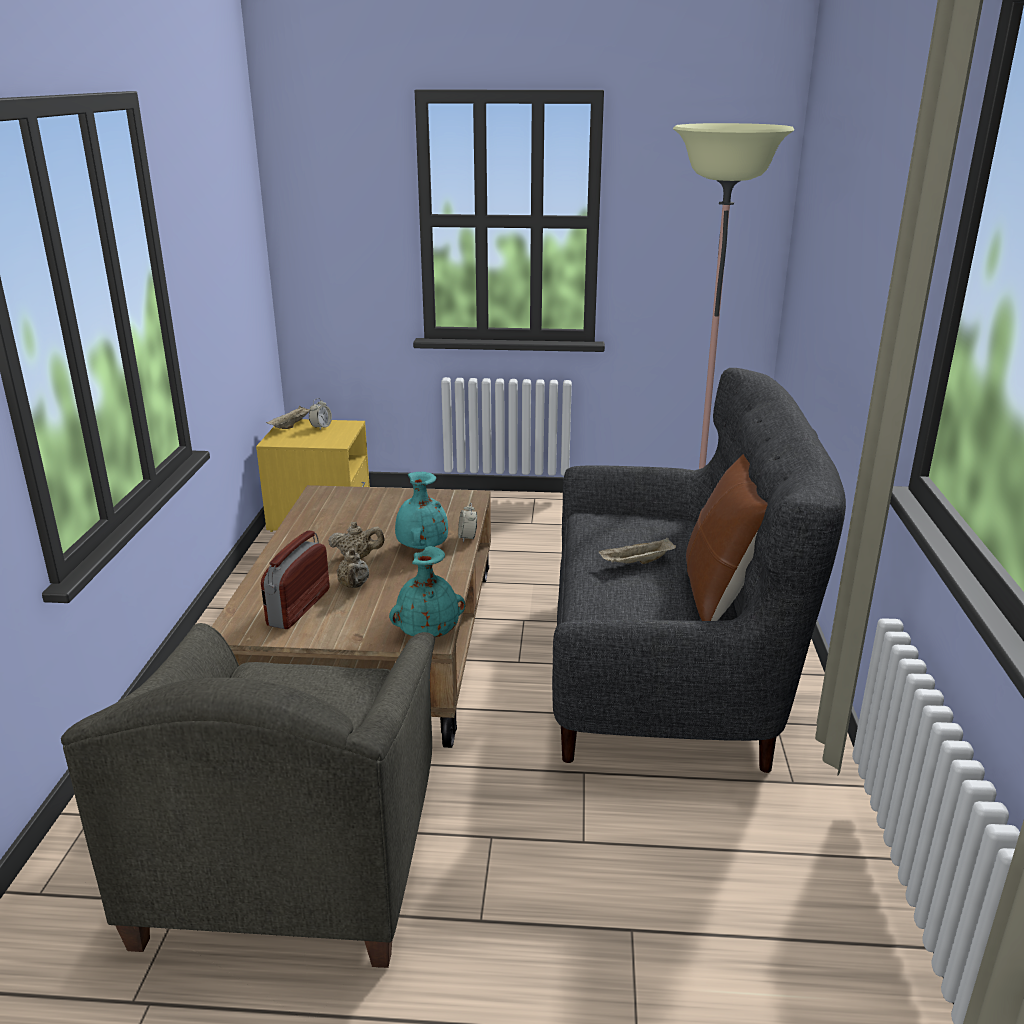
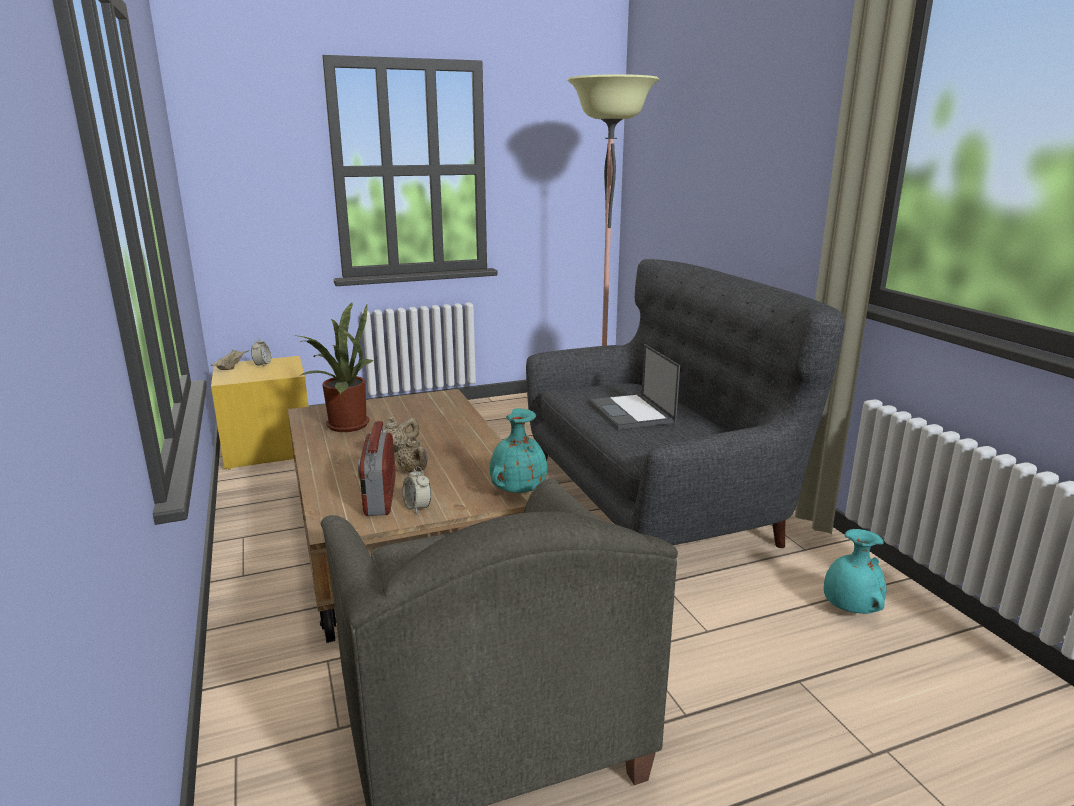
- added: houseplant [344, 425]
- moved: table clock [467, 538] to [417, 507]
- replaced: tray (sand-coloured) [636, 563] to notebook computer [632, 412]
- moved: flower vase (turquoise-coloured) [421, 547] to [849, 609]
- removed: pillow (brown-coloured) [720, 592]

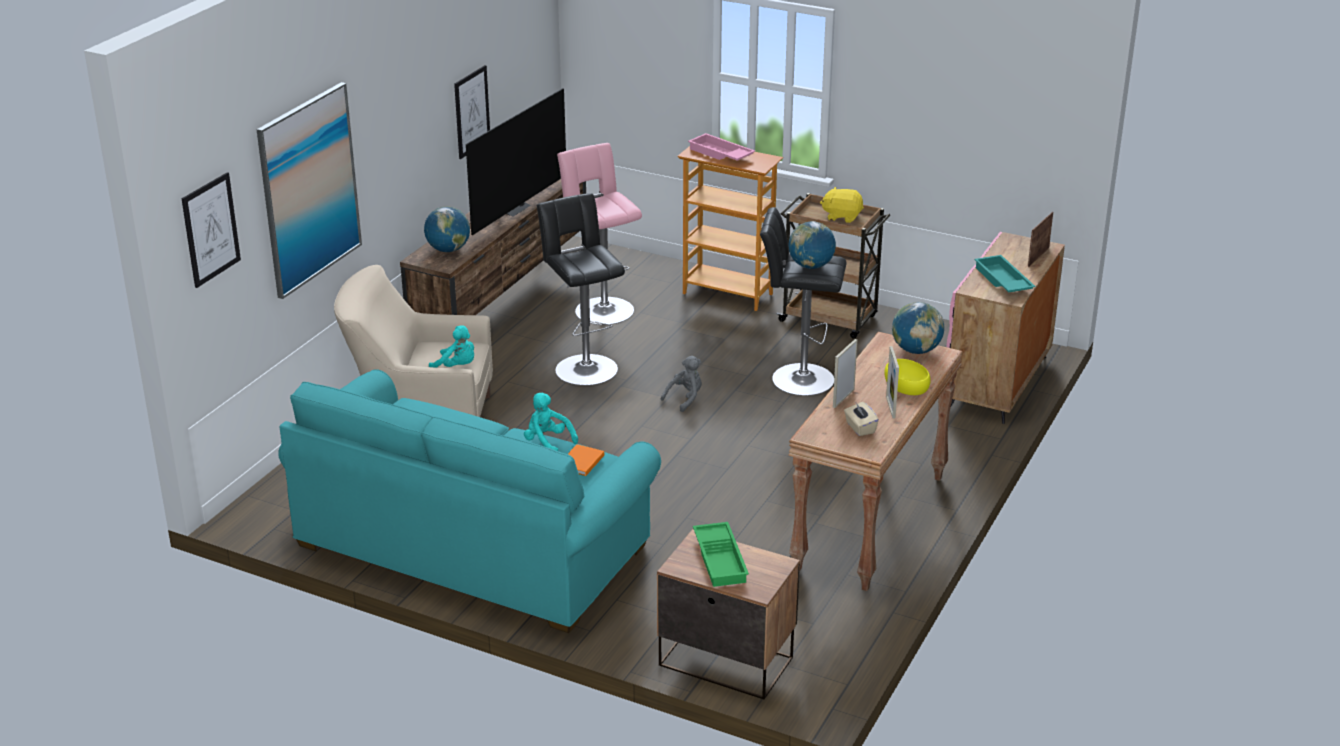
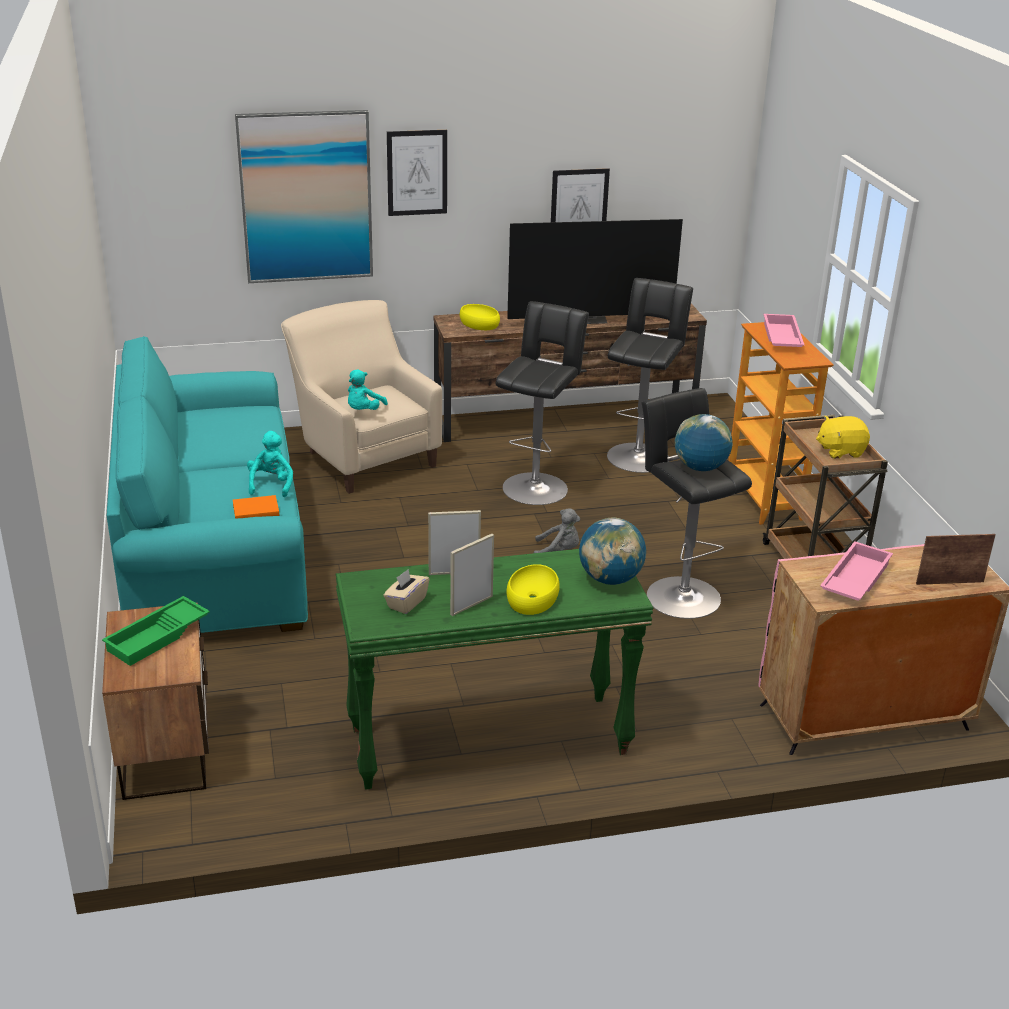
- recoloured: console table (brown-coloured) [871, 523] to console table (green) [488, 742]
- turned: cuddly toy (turquoise-coloured) [457, 367] = [363, 411] 45 degrees clockwise
- moved: wall picture [211, 229] to [417, 172]
- replaced: desk globe [448, 250] to serving bowl (yellowish) [480, 323]
- recoloured: stool (pinkish) [602, 309] to stool (black) [639, 455]
- turned: cuddly toy (yellowish) [842, 216] = [840, 451] 75 degrees counterclockwise
- recoloured: tray (turquoise-coloured) [1002, 281] to tray (pinkish) [854, 579]

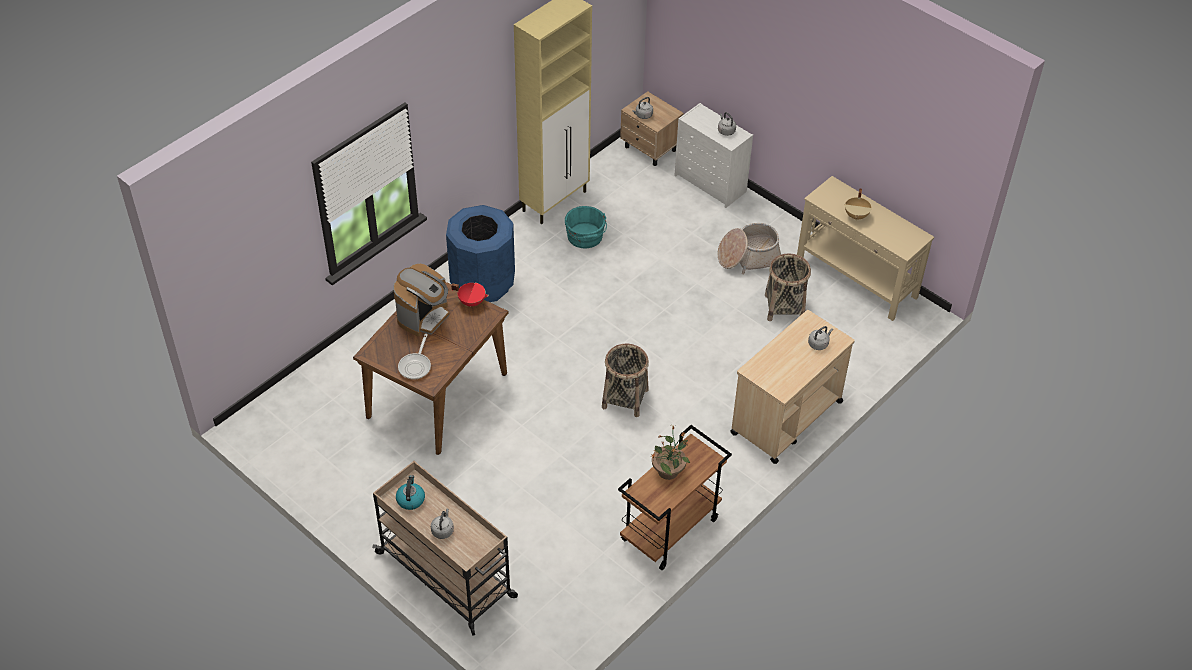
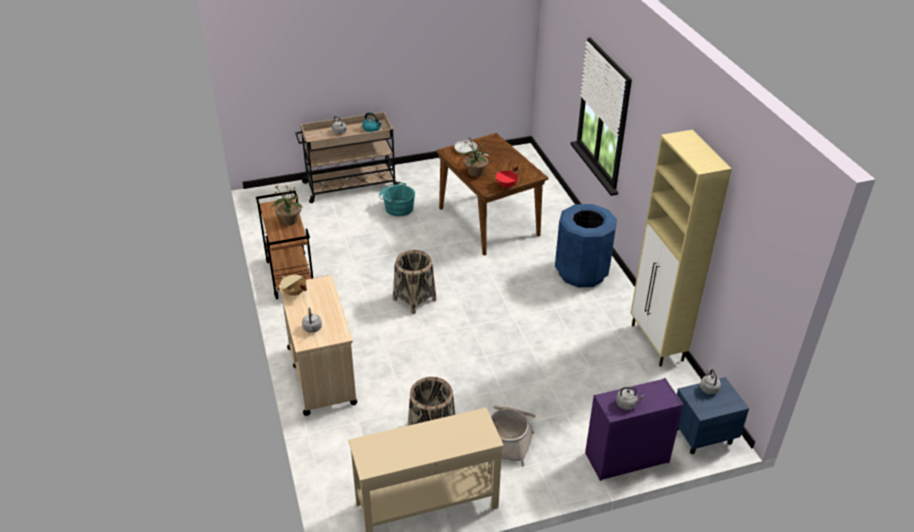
- moved: saucepot (sand-coloured) [856, 215] to [294, 293]
- moved: water bucket (turquoise-coloured) [585, 237] to [397, 208]
- added: houseplant [475, 173]
- recoloured: drawer chest (white) [711, 184] to drawer chest (purple-coloured) [626, 458]
- recoloured: bedside table (sand-coloured) [650, 149] to bedside table (blue-coloured) [702, 435]
- removed: coffee machine [424, 316]

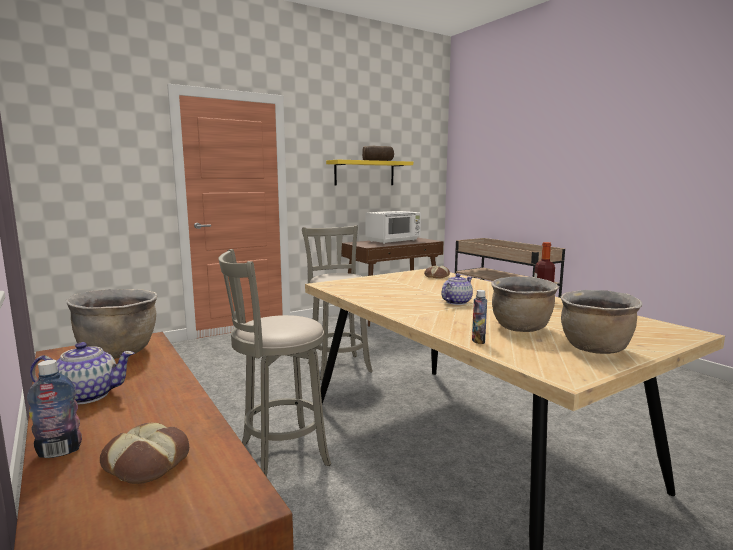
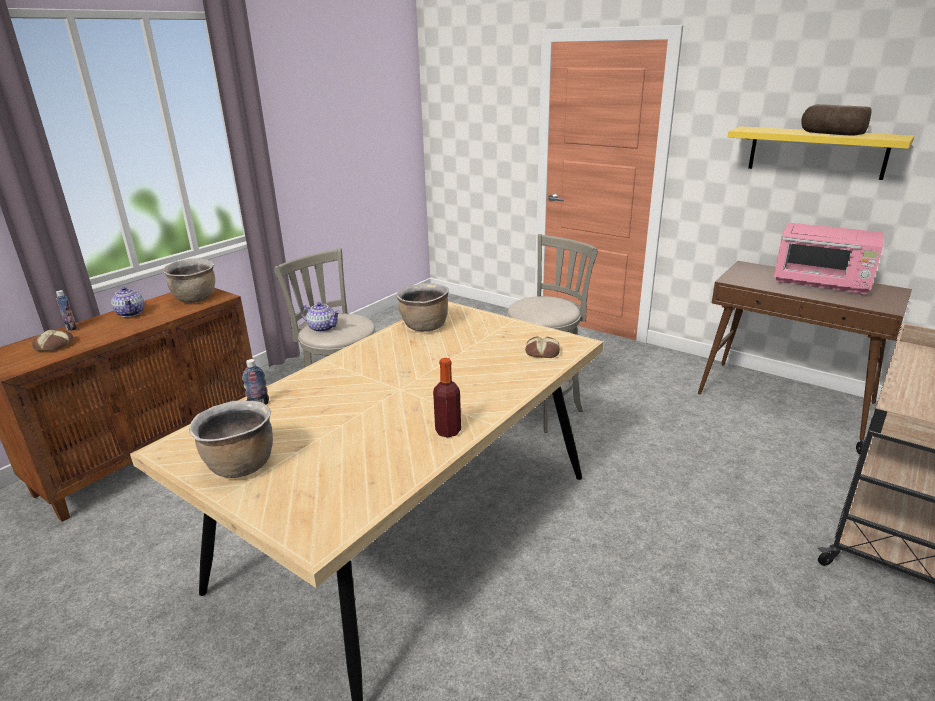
- moved: tea pot [456, 302] to [322, 328]
- moved: saucepot (brown-coloured) [521, 328] to [424, 327]
- recoloured: kitchen microwave (white) [394, 241] to kitchen microwave (pinkish) [822, 284]

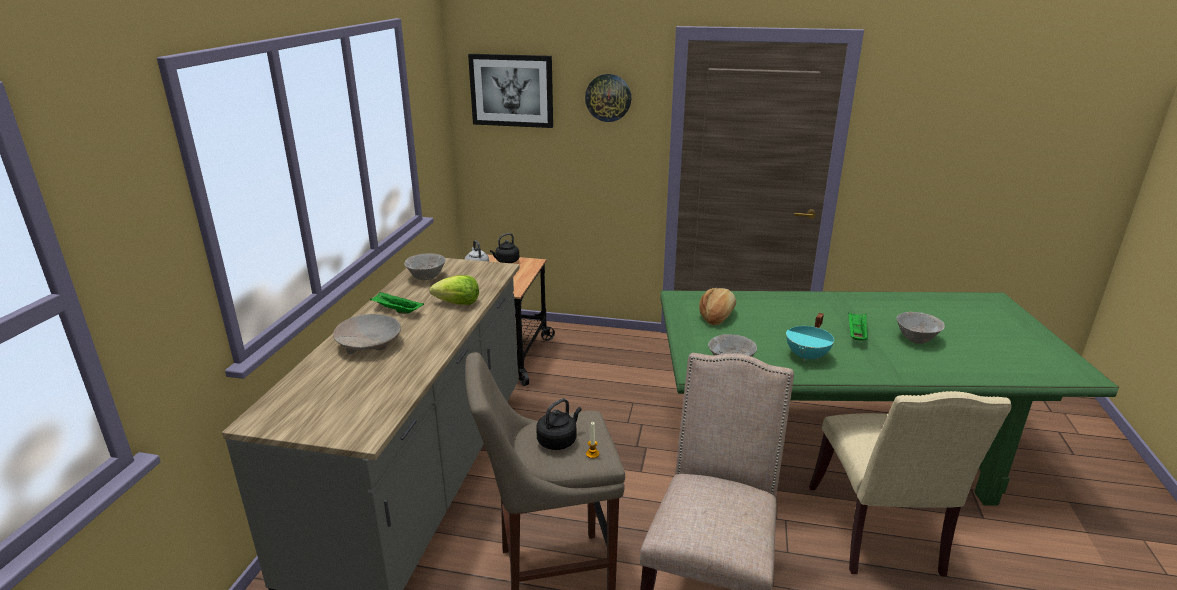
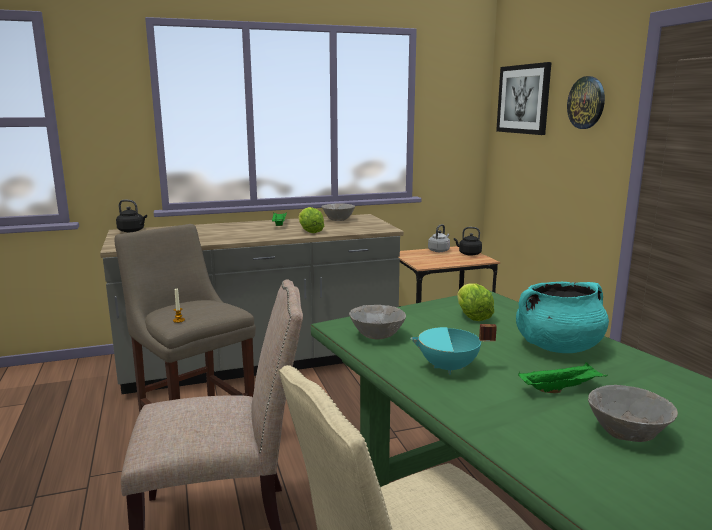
- moved: tea kettle (black) [558, 441] to [132, 231]
- replaced: bread [717, 316] to lettuce head [472, 316]
- added: saucepot (turquoise-coloured) [558, 347]
- removed: serving bowl (sand-coloured) [370, 344]

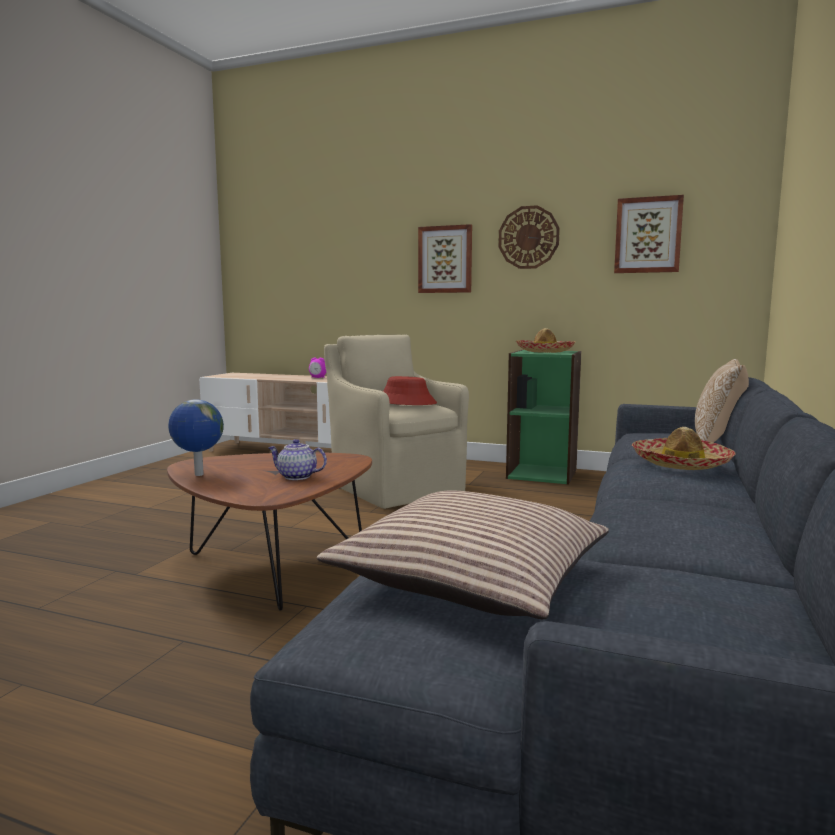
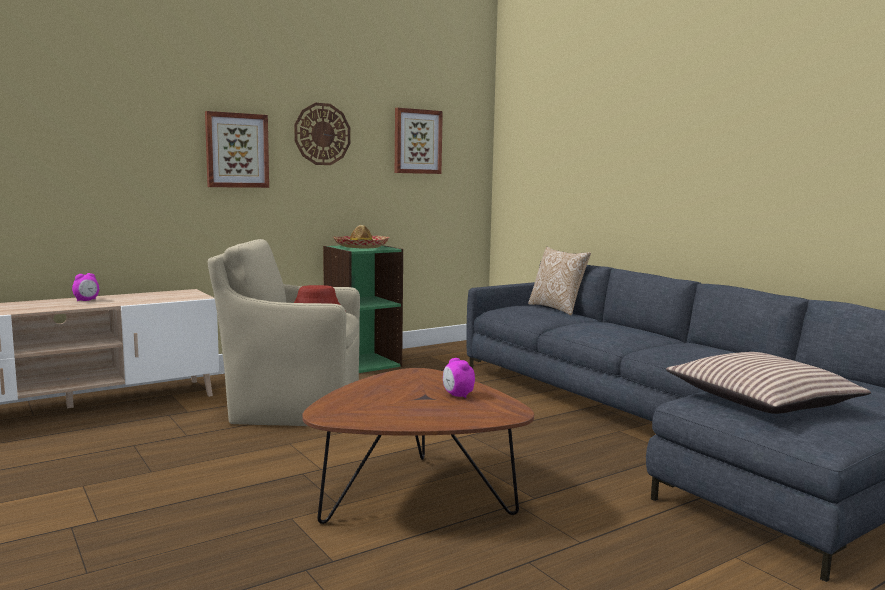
- replaced: tea pot [296, 477] to table clock [457, 395]
- removed: desk globe [198, 475]
- removed: hat [681, 464]

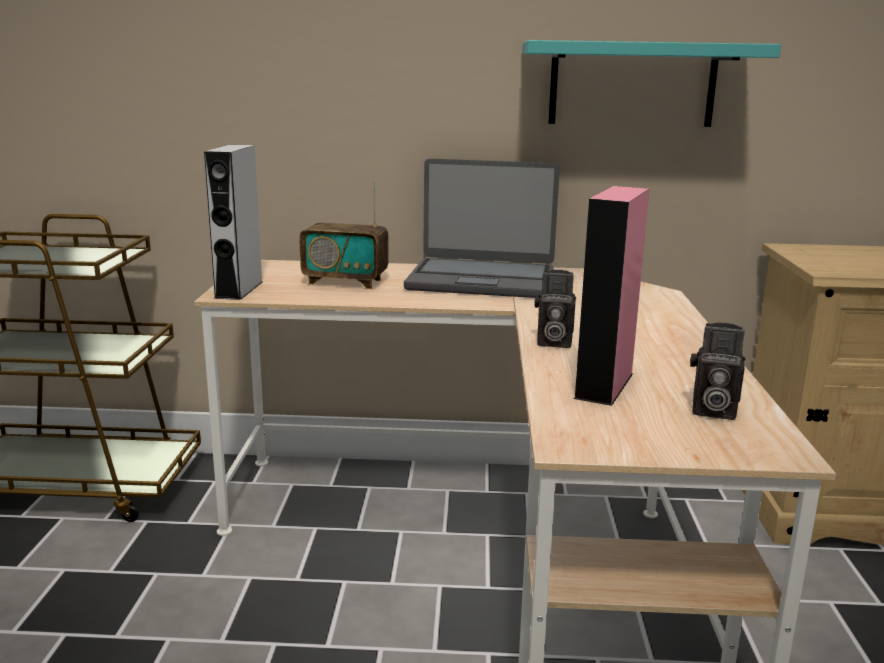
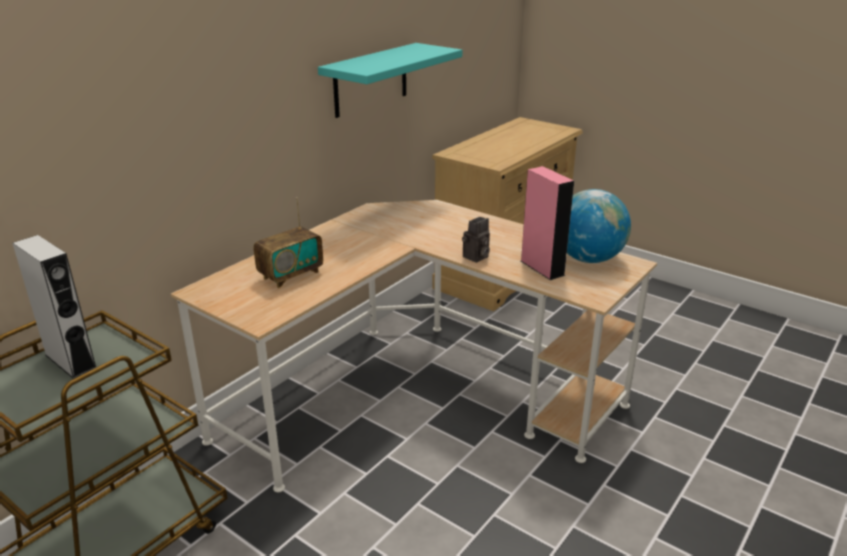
- moved: audio speaker (gray) [239, 289] to [70, 361]
- replaced: still camera [710, 410] to desk globe [588, 258]
- removed: notebook computer [482, 280]

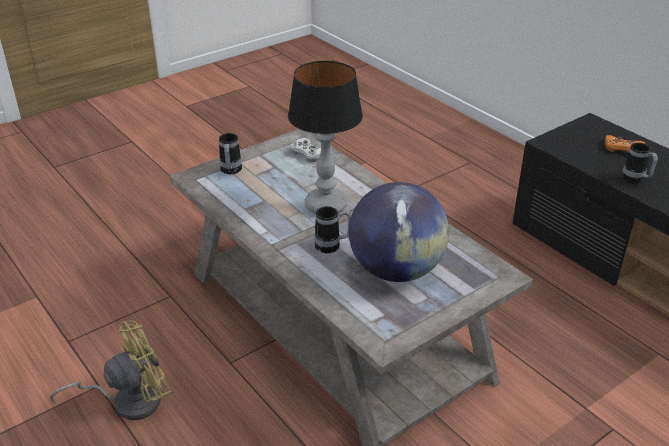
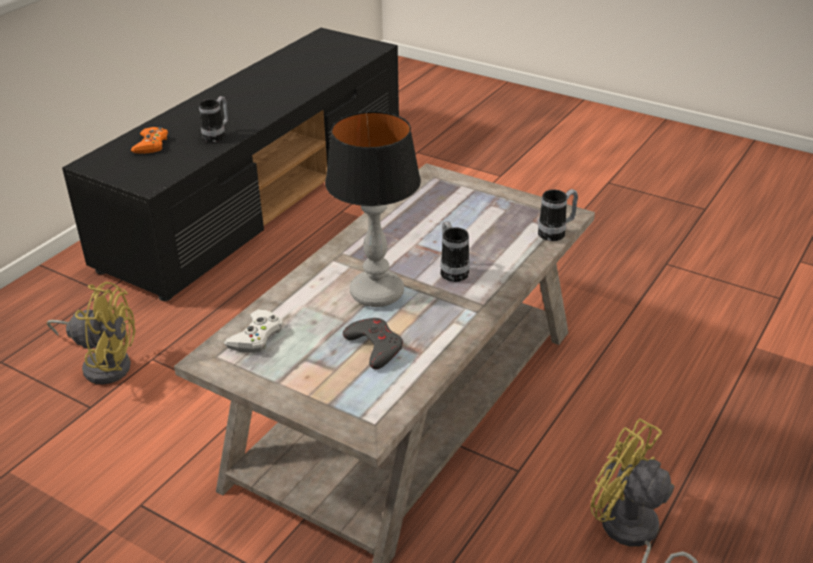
- added: electric fan (yellowish) [103, 363]
- added: joypad (gray) [375, 347]
- moved: mug [230, 171] to [556, 233]
- removed: desk globe [396, 270]

